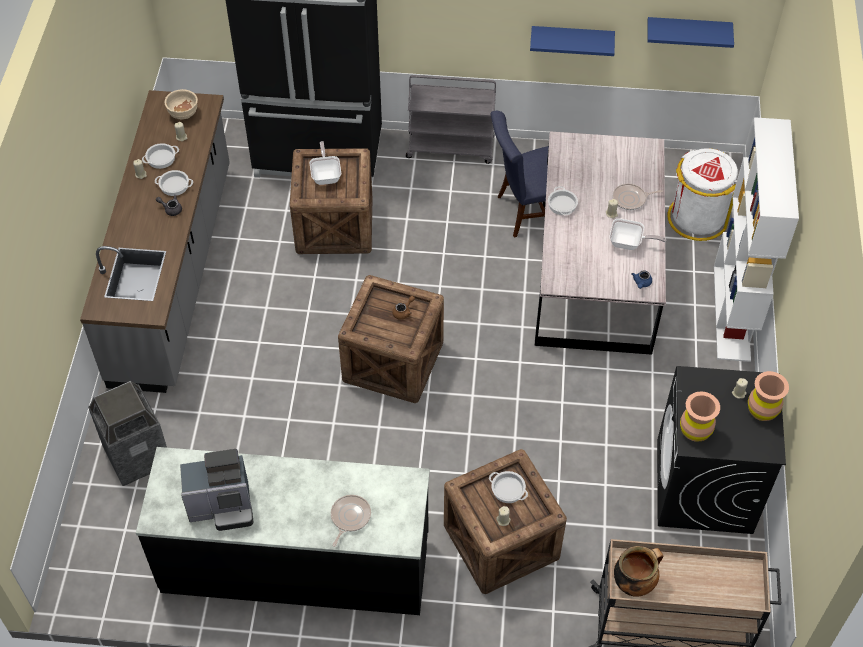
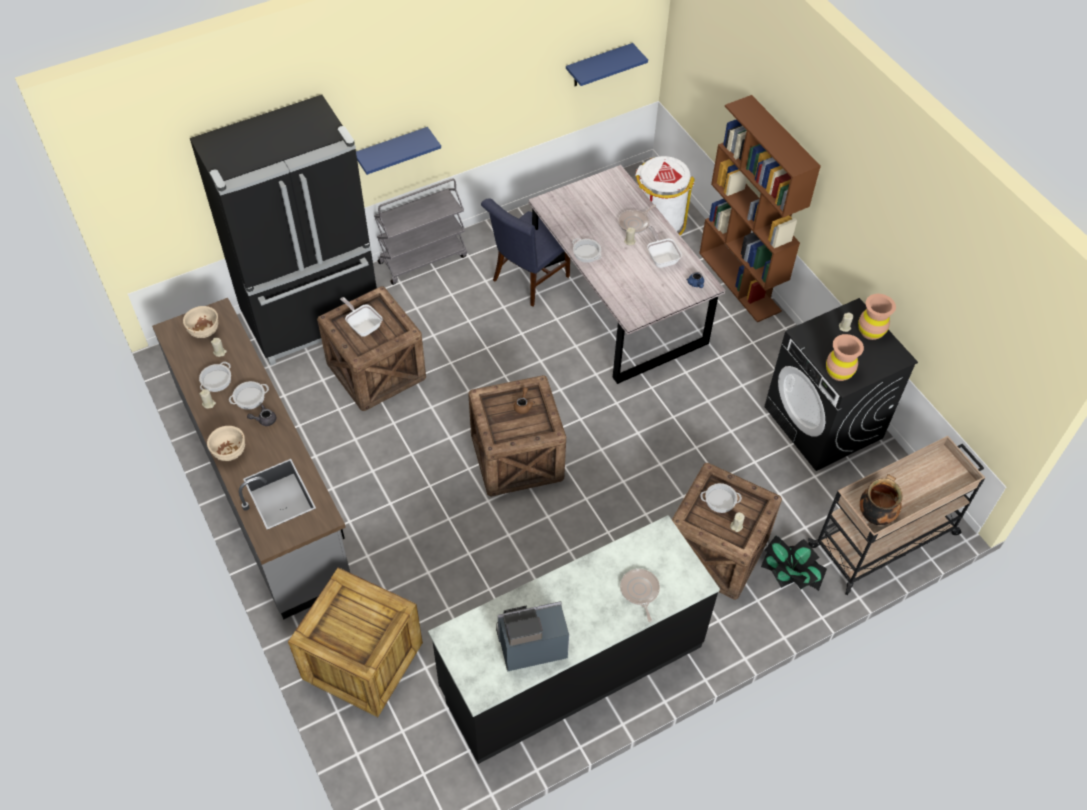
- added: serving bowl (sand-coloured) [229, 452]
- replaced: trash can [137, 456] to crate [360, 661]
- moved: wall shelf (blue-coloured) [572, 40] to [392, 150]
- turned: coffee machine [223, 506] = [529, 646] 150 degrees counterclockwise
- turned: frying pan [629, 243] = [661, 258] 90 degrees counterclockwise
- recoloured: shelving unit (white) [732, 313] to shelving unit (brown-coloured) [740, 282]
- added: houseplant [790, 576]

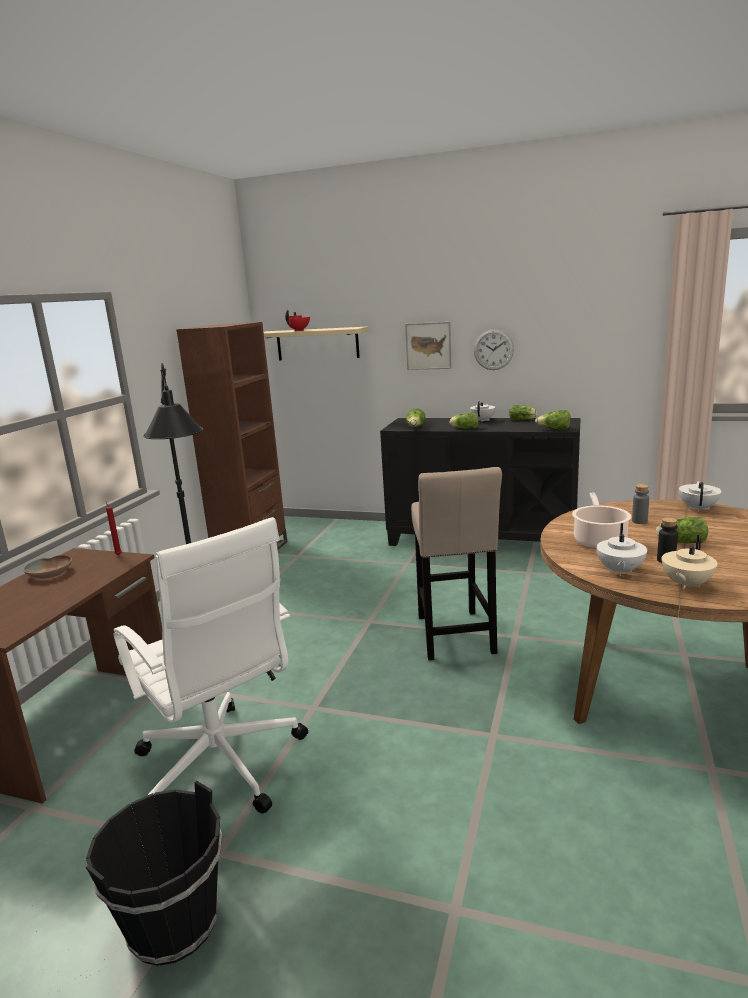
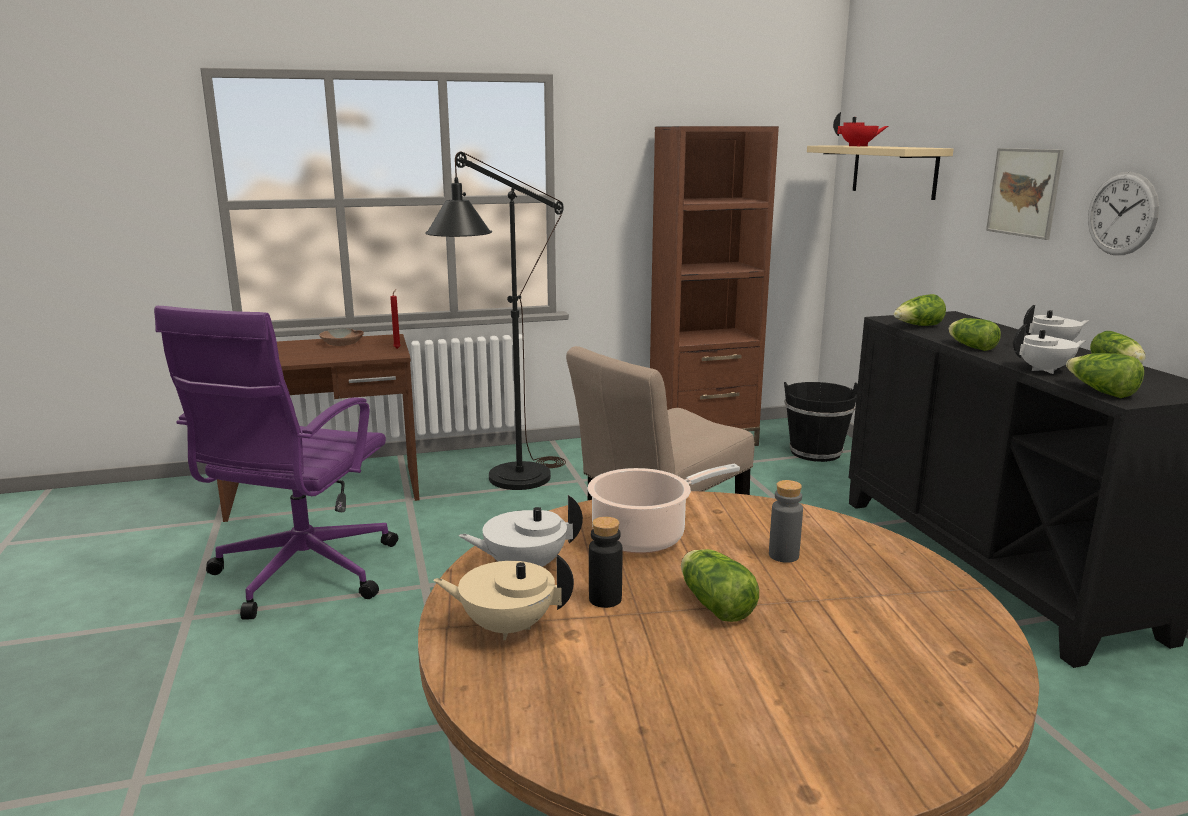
- recoloured: computer chair (white) [221, 767] to computer chair (purple-coloured) [301, 574]
- moved: water bucket (black) [173, 923] to [815, 452]
- moved: tea pot (white) [698, 508] to [1044, 370]

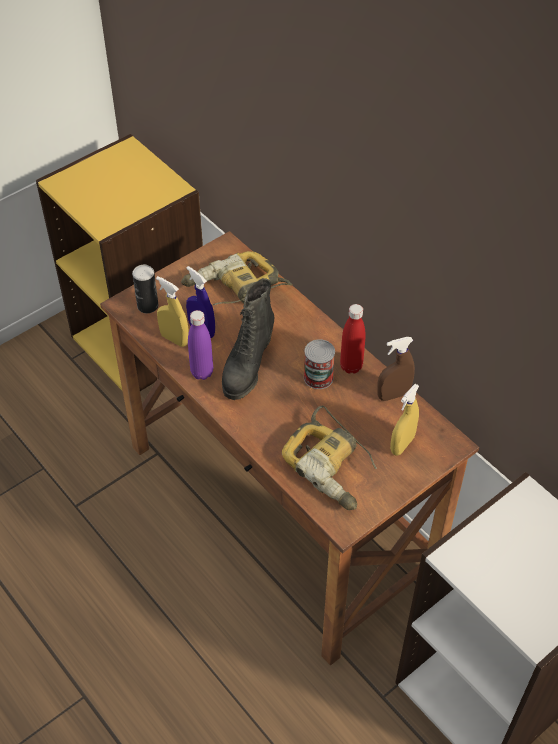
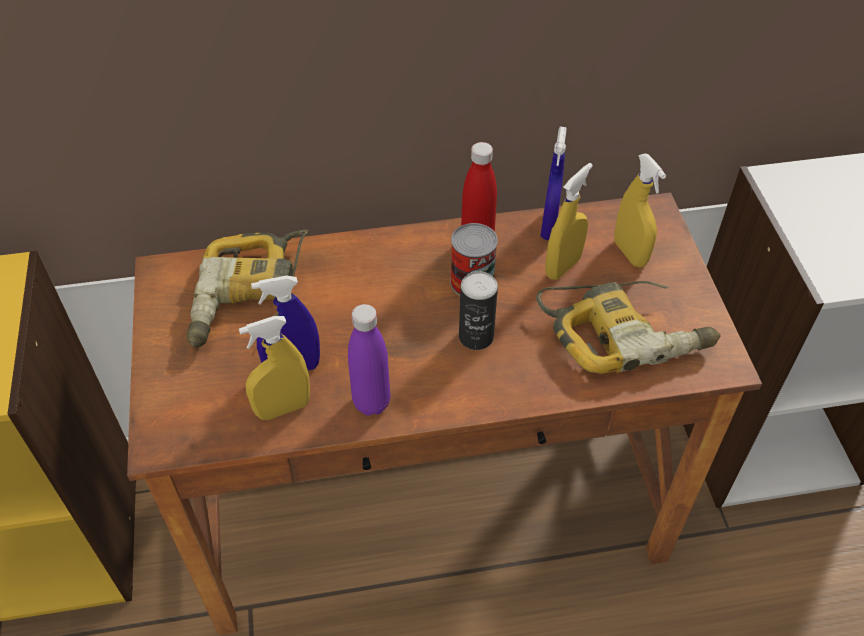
- moved: sealed can [147, 306] to [476, 337]
- recoloured: hand sprayer (brown-coloured) [393, 395] to hand sprayer (blue-coloured) [549, 226]
- added: hand sprayer (yellowish) [563, 266]
- removed: boot (black) [247, 366]

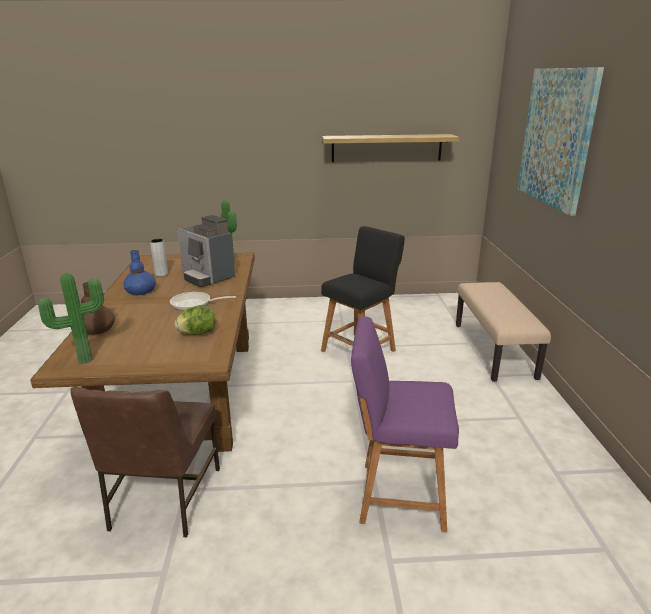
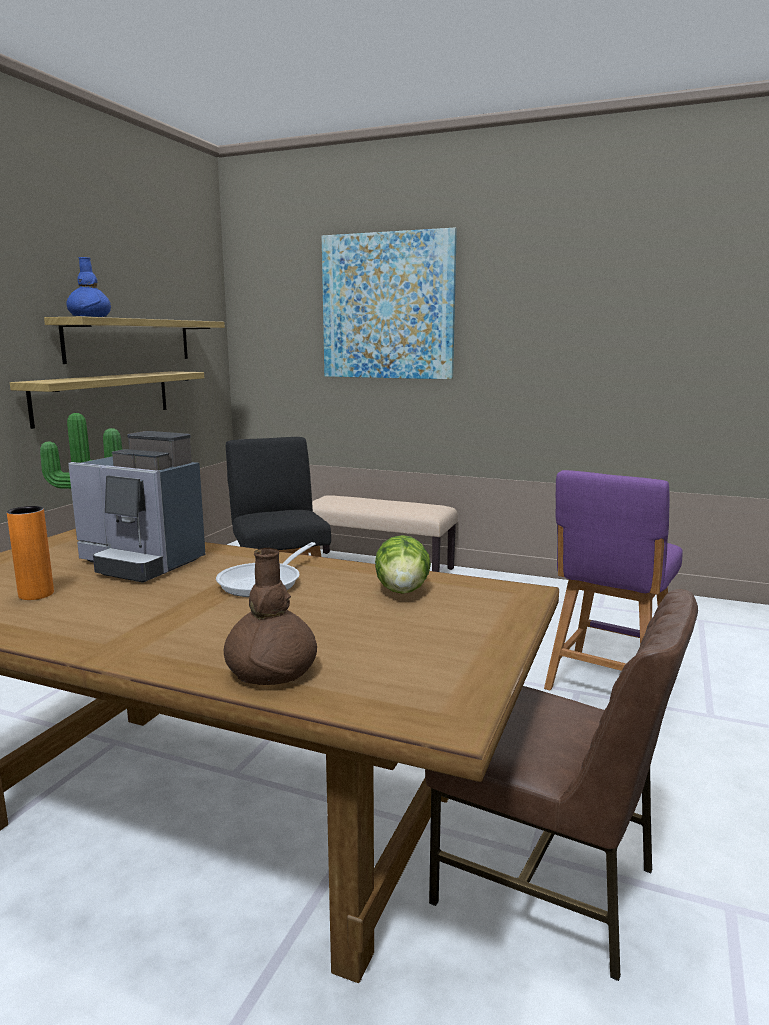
- recoloured: flower vase (gray) [161, 274] to flower vase (orange) [36, 594]
- added: wall shelf [103, 397]
- moved: flower vase (blue-coloured) [141, 291] to [90, 317]
- turned: coffee machine [207, 277] = [141, 563] 45 degrees clockwise
- removed: houseplant [84, 359]

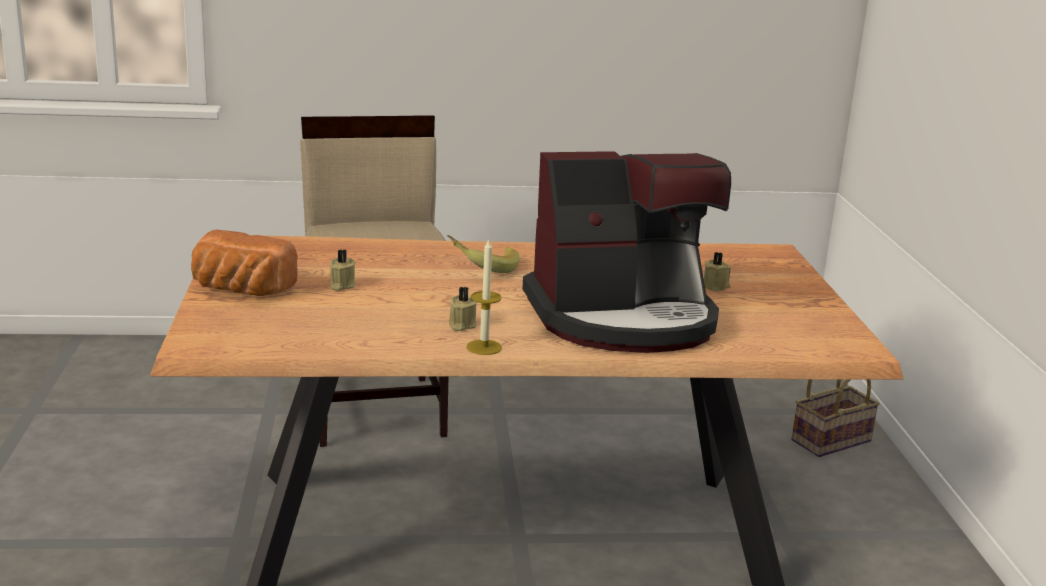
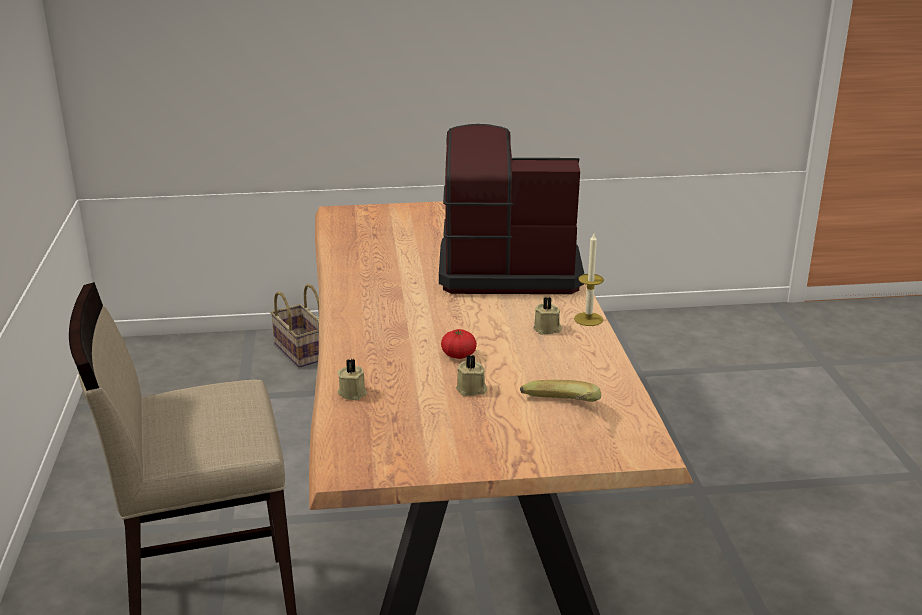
- moved: wax light (sand-coloured) [716, 286] to [352, 392]
- turned: coffee machine [623, 318] = [507, 269] 75 degrees counterclockwise
- added: tomato [458, 355]
- moved: banana fruit [483, 268] to [559, 412]
- removed: bread [240, 290]

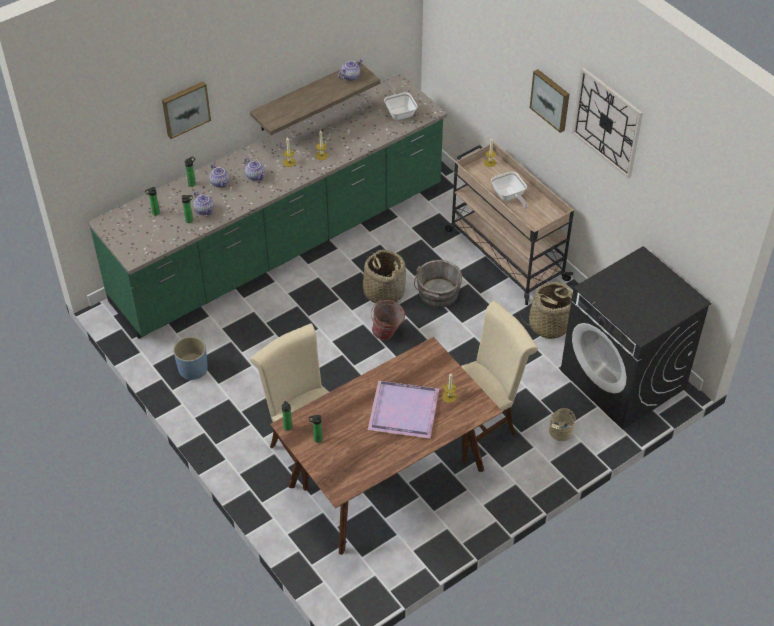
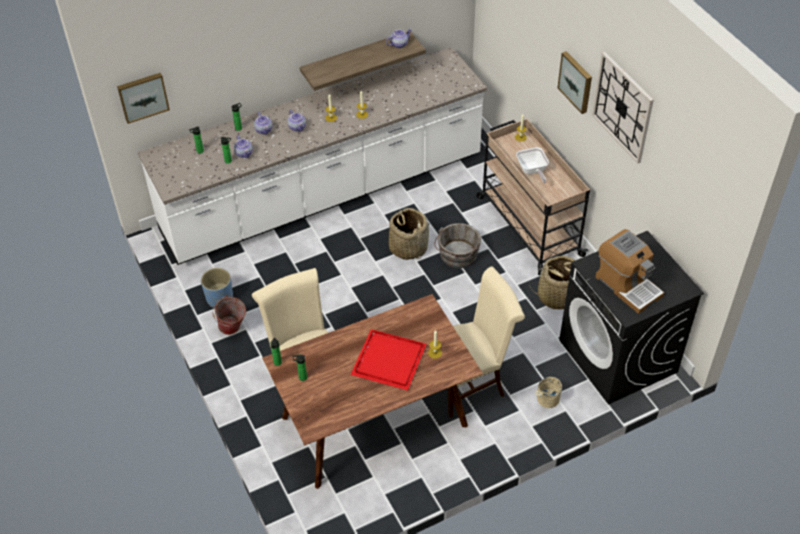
- moved: wall picture [185, 108] to [143, 96]
- recoloured: kitchen base unit (green) [281, 245] to kitchen base unit (white) [323, 194]
- moved: water bucket [387, 335] to [232, 330]
- recoloured: tray (purple-coloured) [402, 409] to tray (red) [388, 359]
- added: coffee machine [627, 286]
- removed: frying pan [399, 112]

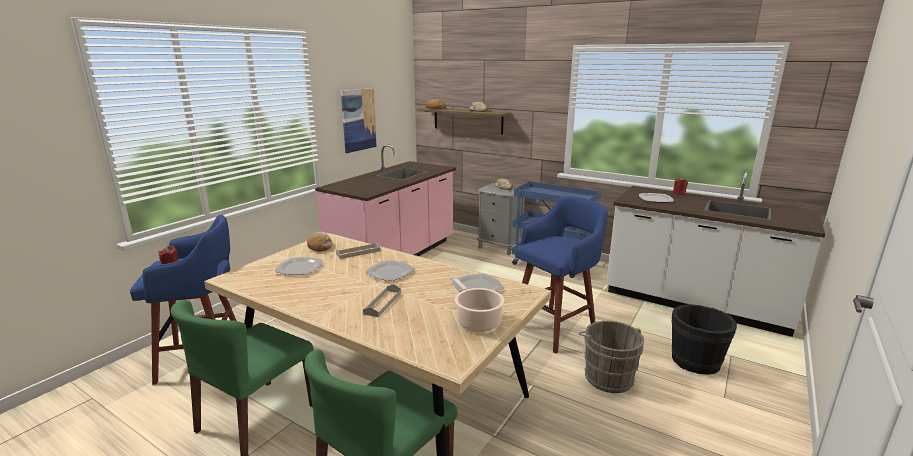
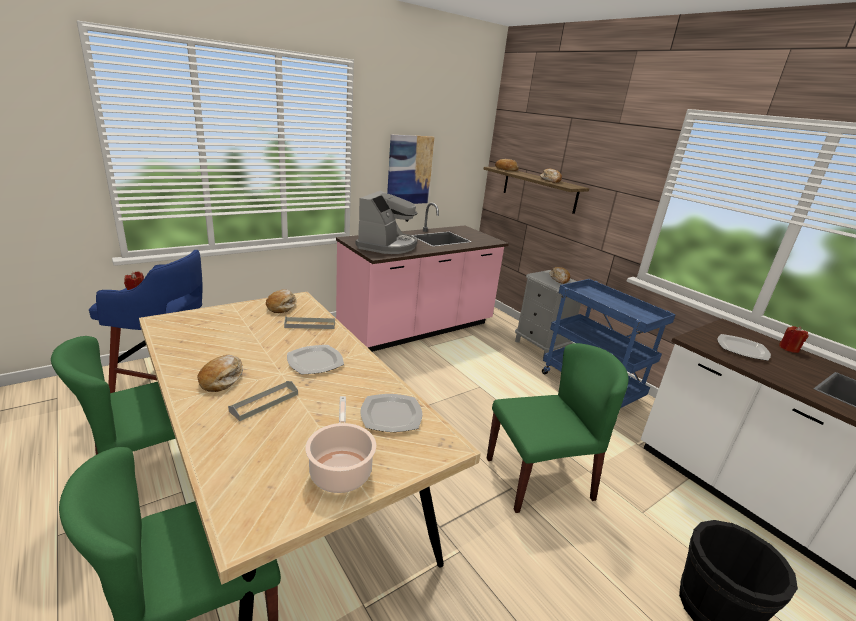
- added: bread [222, 378]
- added: coffee machine [387, 245]
- replaced: stool (blue-coloured) [555, 328] to upright chair (green) [539, 478]
- removed: dinner plate [299, 268]
- removed: water bucket (gray) [607, 376]

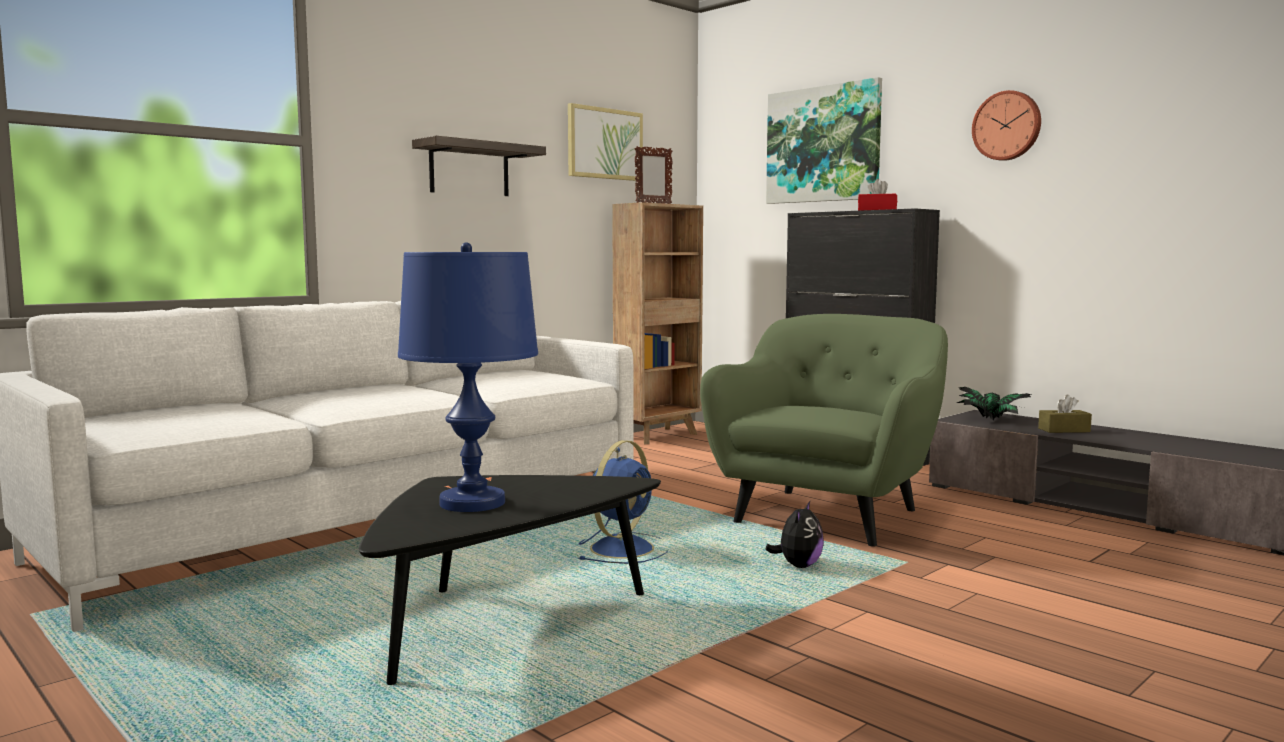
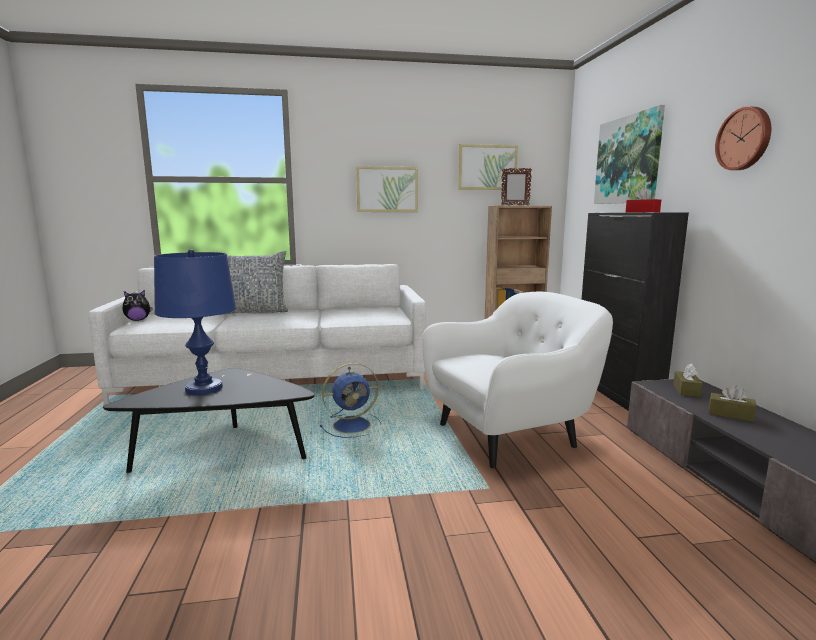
- moved: cuddly toy [798, 565] to [138, 320]
- added: pillow [253, 312]
- replaced: wall shelf [469, 169] to wall picture [387, 189]
- recoloured: lounge chair (green) [829, 514] to lounge chair (white) [509, 434]
- replaced: houseplant [992, 419] to tissue box (brown-coloured) [686, 390]

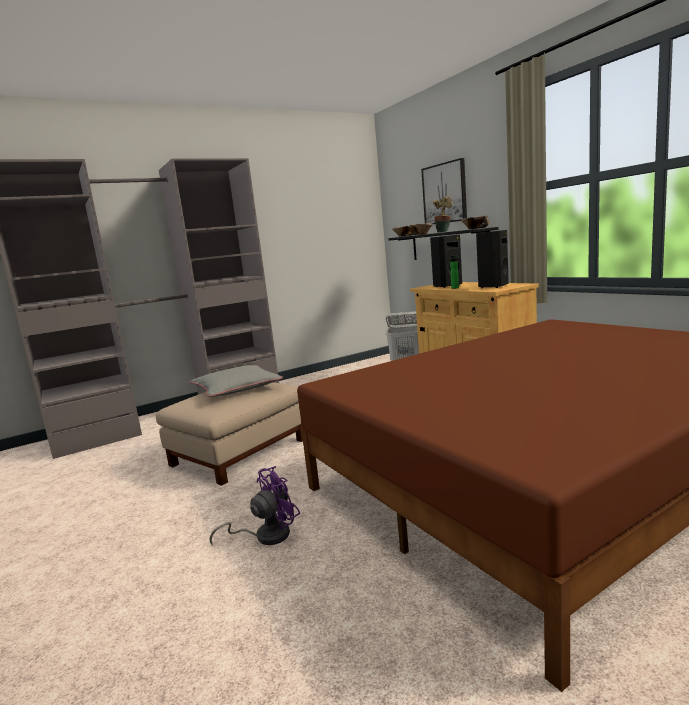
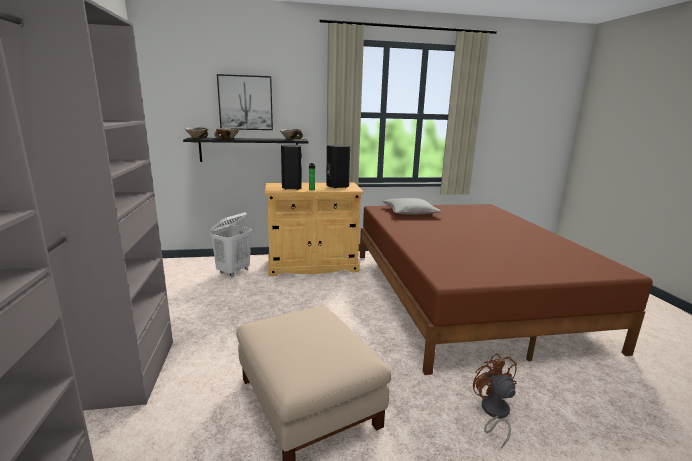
- moved: pillow (gray) [236, 388] to [410, 212]
- recoloured: electric fan (purple-coloured) [265, 535] to electric fan (brown-coloured) [493, 413]
- removed: houseplant [443, 232]

